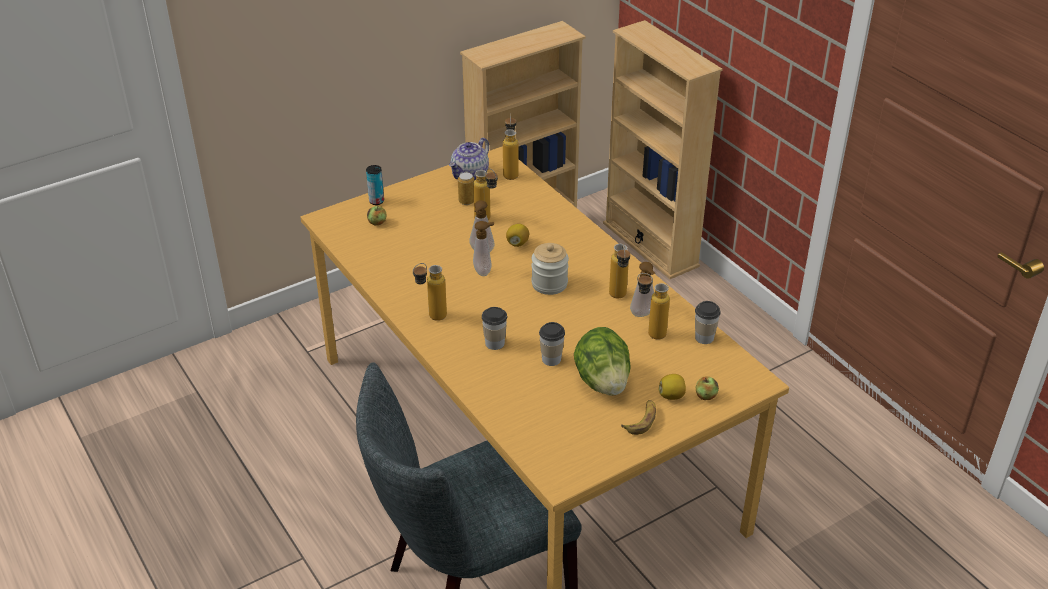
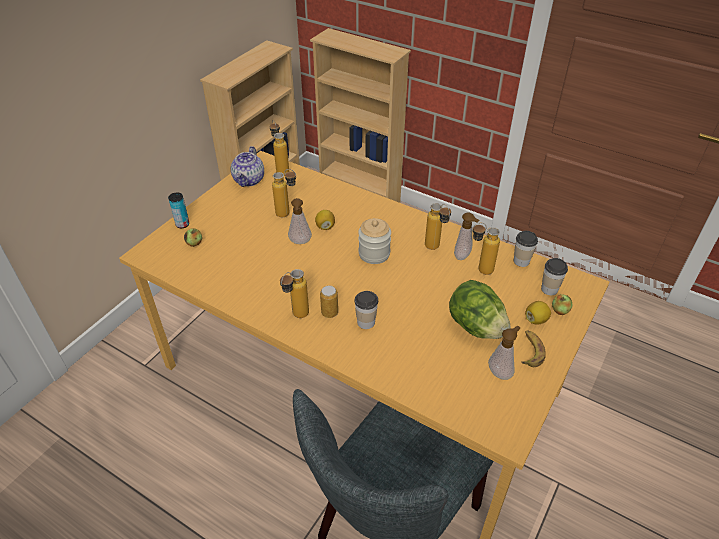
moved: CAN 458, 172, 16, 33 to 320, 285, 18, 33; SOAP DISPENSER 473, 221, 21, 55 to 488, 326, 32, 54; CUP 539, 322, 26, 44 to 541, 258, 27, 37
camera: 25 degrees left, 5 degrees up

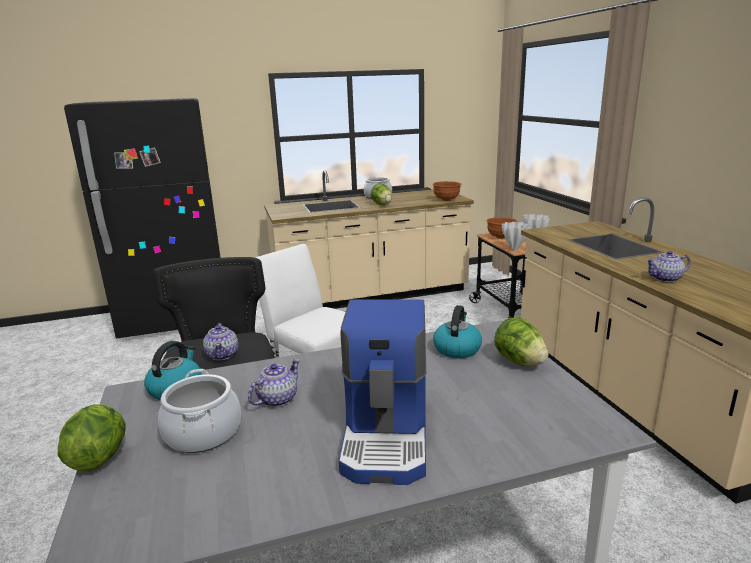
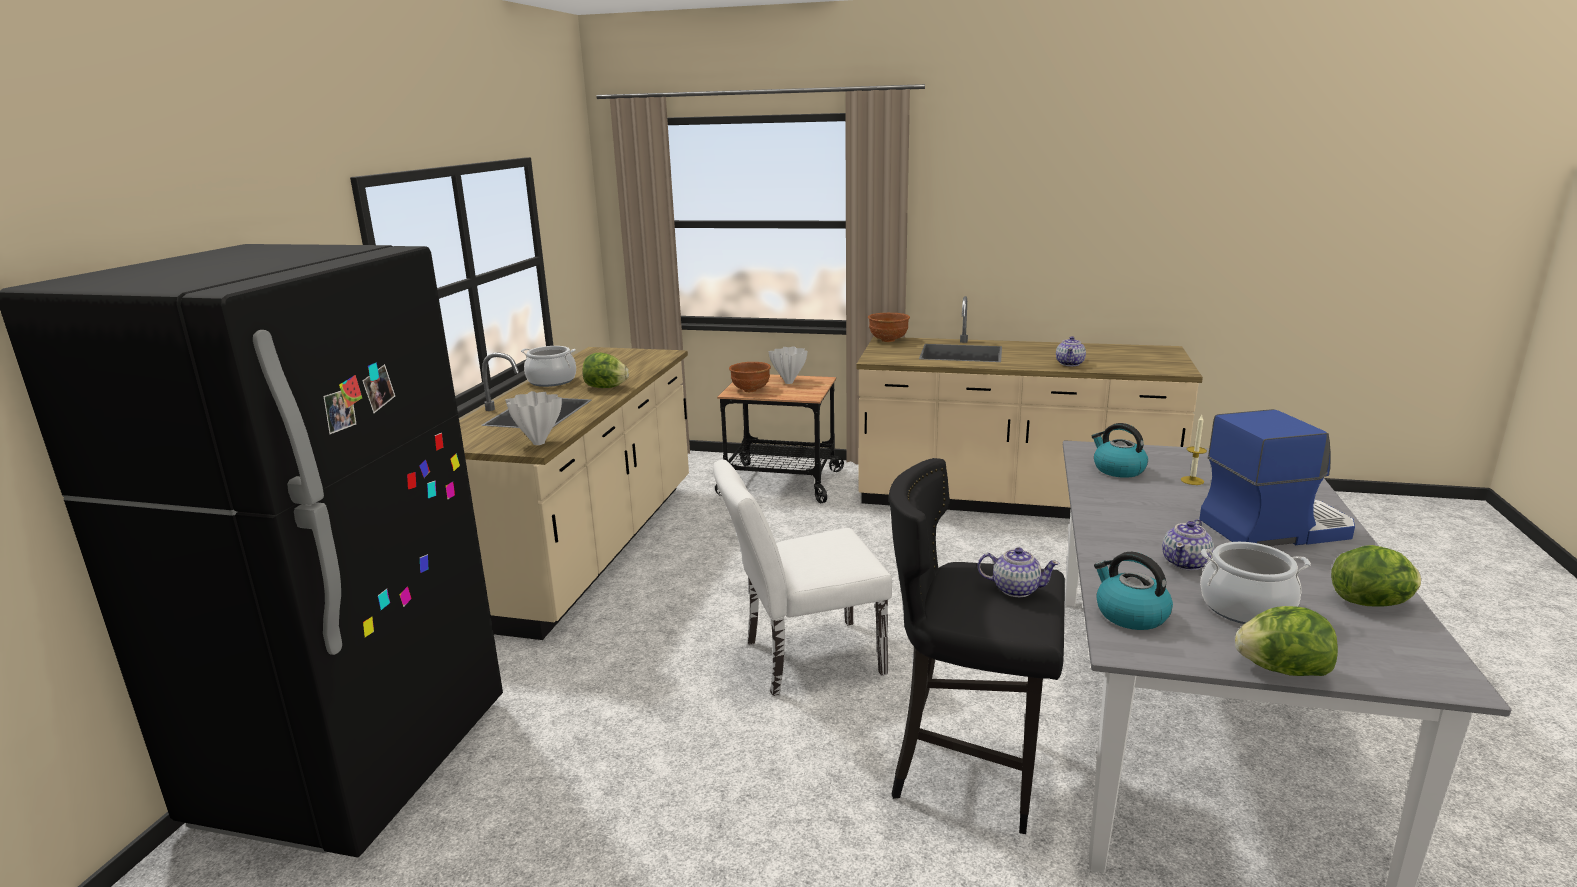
added: CANDLE 1181, 415, 26, 70
moved: BROWN BOWL 433, 181, 28, 20 to 868, 313, 42, 29; LETTUCE 494, 318, 54, 48 to 1331, 545, 90, 61; WHITE VASE 502, 222, 28, 29 to 505, 391, 57, 54
turned: TEAPOT 248, 359, 52, 48 = 1162, 519, 52, 52 120 degrees counterclockwise; COFFEE MACHINE 339, 299, 87, 186 = 1199, 409, 156, 137 45 degrees counterclockwise
camera: 60 degrees left, 0 degrees up

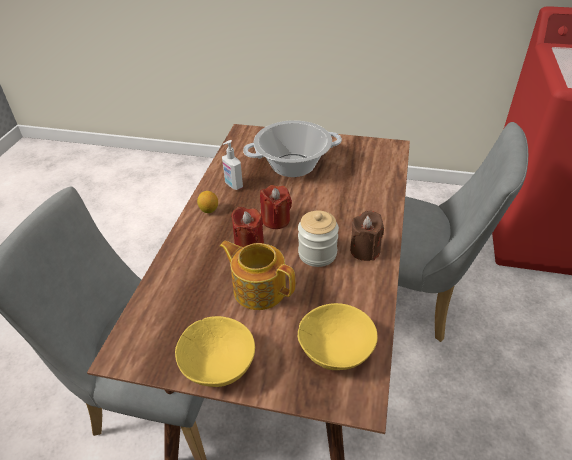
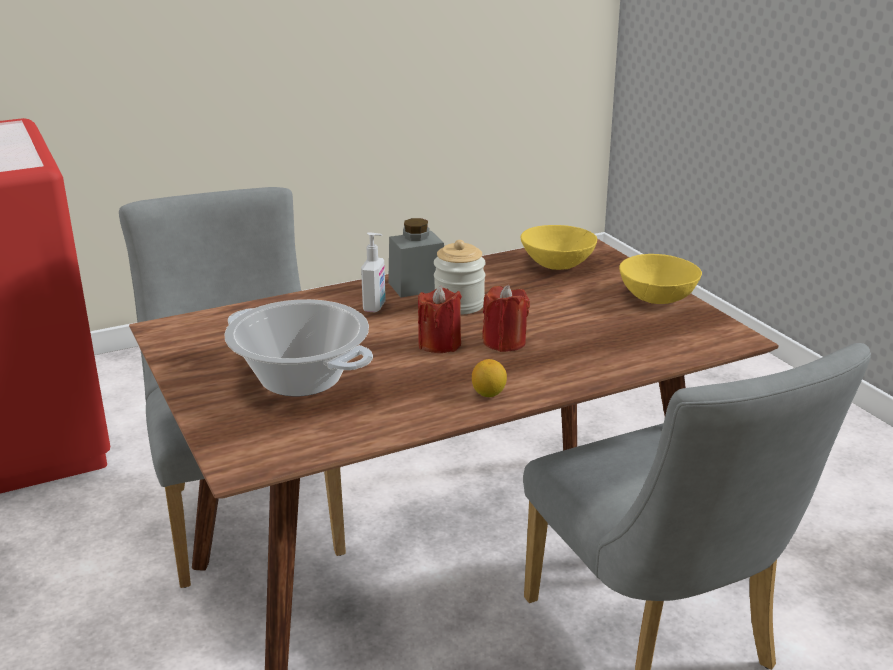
removed: TEAPOT 220, 241, 75, 69
moved: SOAP DISPENSER 222, 140, 21, 50 to 361, 232, 25, 80
replaced: BROWN CANDLE 350, 211, 34, 50 to GREY JAR 388, 218, 56, 79
camera: 130 degrees left, 15 degrees down

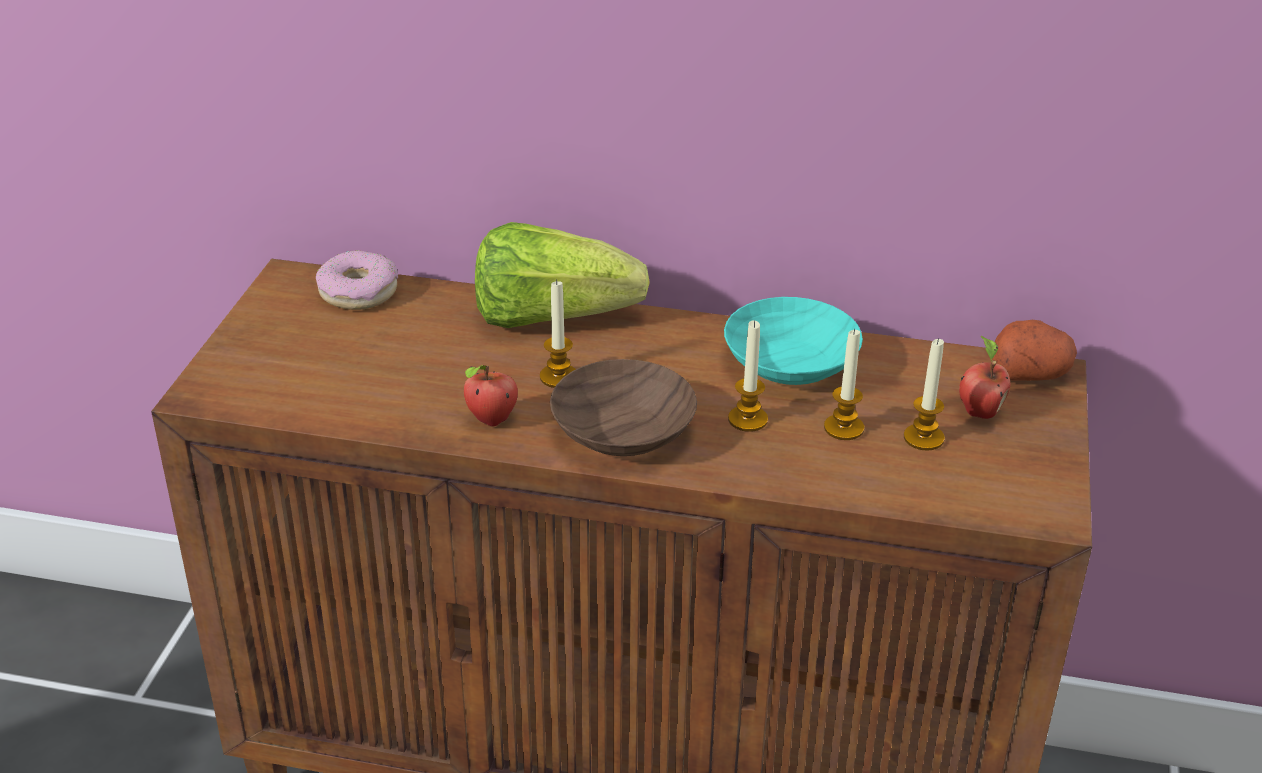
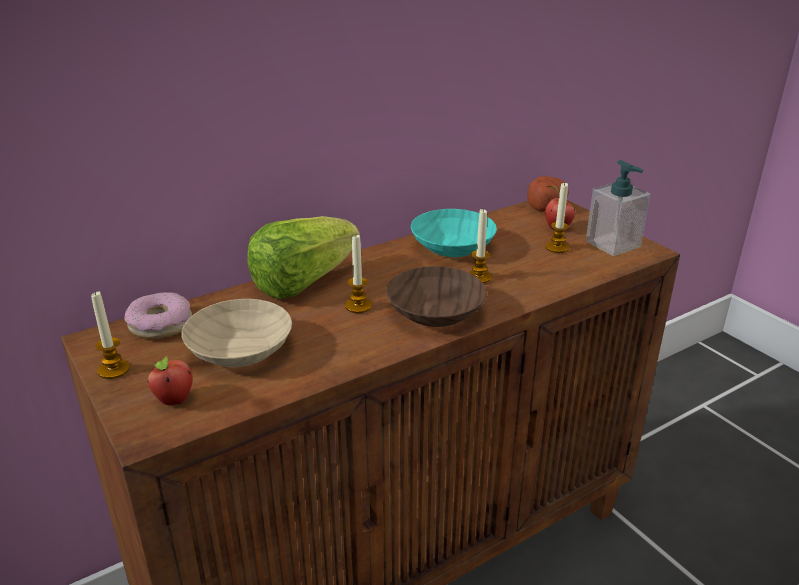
added: BEIGE BOWL 182, 299, 110, 68; SOAP DISPENSER 586, 160, 64, 96
moved: APPLE 464, 365, 54, 62 to 147, 356, 46, 49; CANDLE 824, 329, 40, 111 to 91, 292, 39, 87
camera: 45 degrees left, 5 degrees down

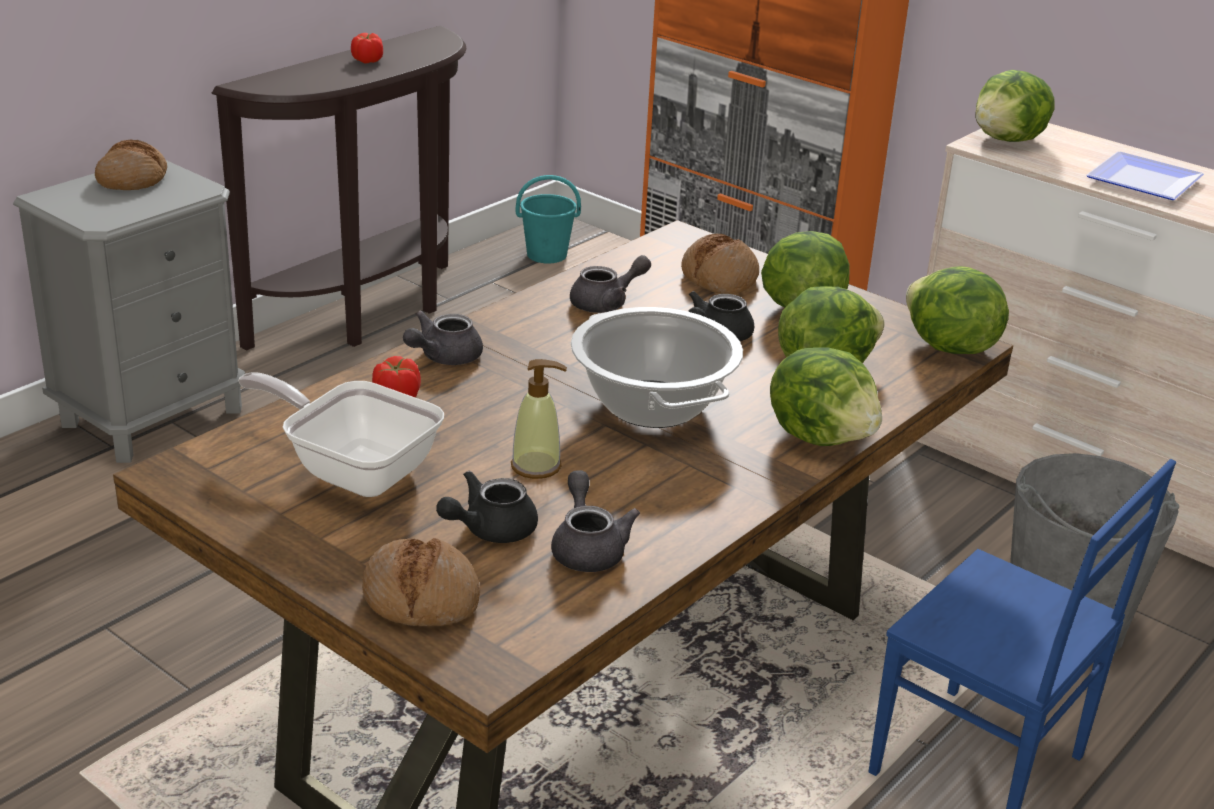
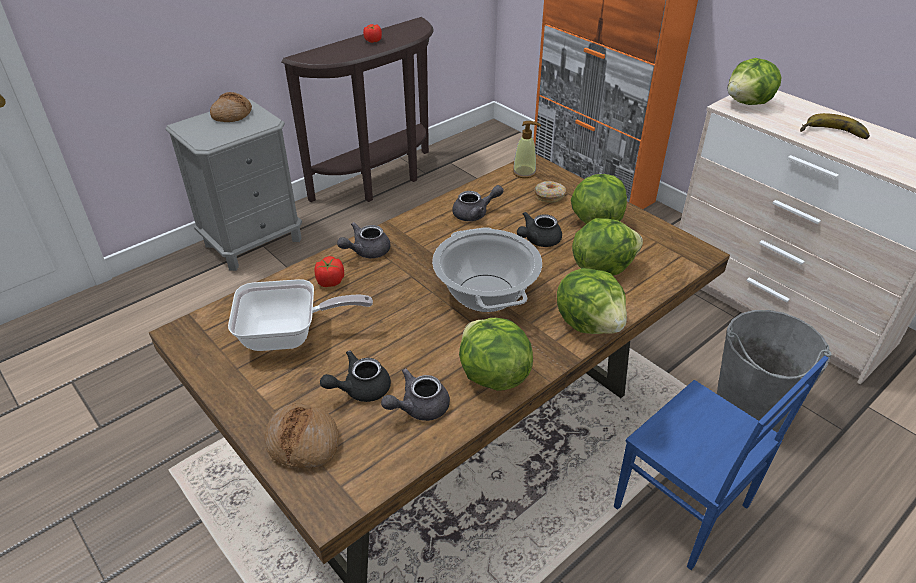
removed: TURQUOISE BUCKET 516, 175, 65, 89
moved: SOAP DISPENSER 511, 359, 56, 120 to 513, 121, 28, 57; LETTUCE 906, 266, 103, 88 to 459, 318, 74, 73
replaced: BREAD 681, 234, 78, 60 to DONUT 534, 181, 32, 22; PLATE 1086, 152, 118, 48 to BANANA 800, 113, 70, 26
turned: FRYING PAN 238, 372, 206, 125 = 228, 279, 145, 72 135 degrees clockwise; GREY TEAPOT 551, 470, 89, 102 = 381, 368, 69, 53 120 degrees counterclockwise
camera: 10 degrees right, 10 degrees up

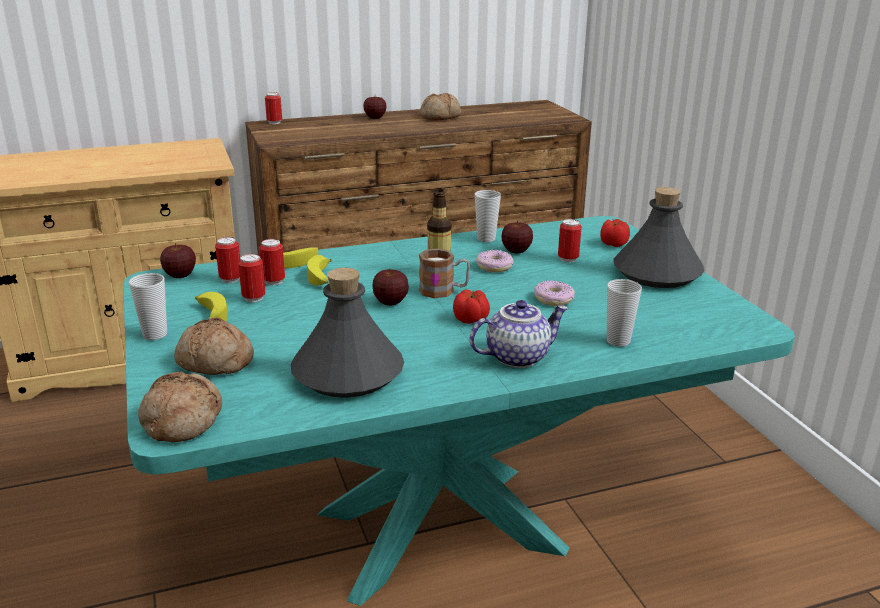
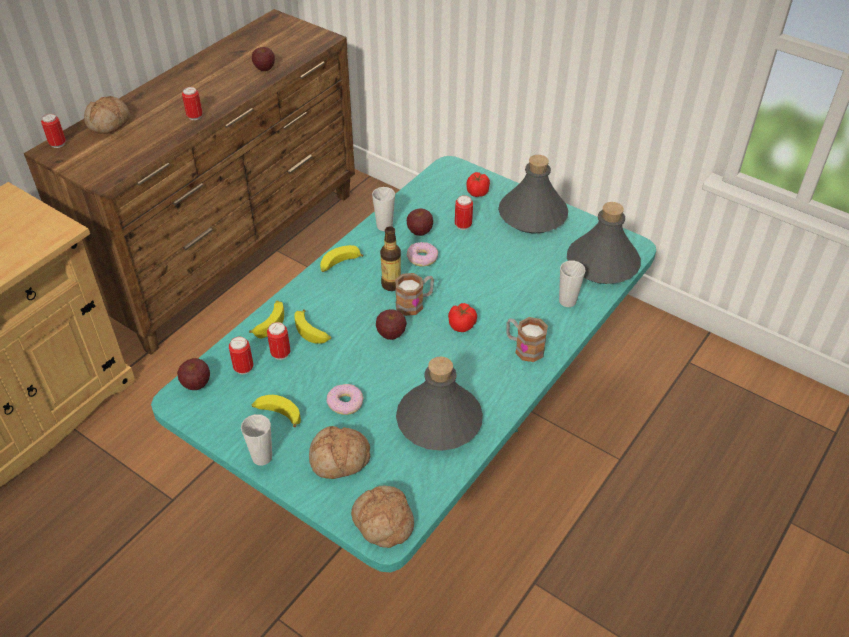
added: BANANA 320, 245, 43, 27; GREY BOTTLE 567, 202, 74, 82
moved: CAN 238, 254, 28, 48 to 182, 87, 21, 33; APPLE 363, 97, 24, 22 to 252, 47, 23, 24; BREAD 420, 93, 41, 27 to 84, 96, 46, 38; DONUT 534, 280, 41, 26 to 327, 384, 37, 31
replaced: TEAPOT 469, 300, 99, 68 to MUG 506, 317, 42, 45
camera: 35 degrees left, 20 degrees up

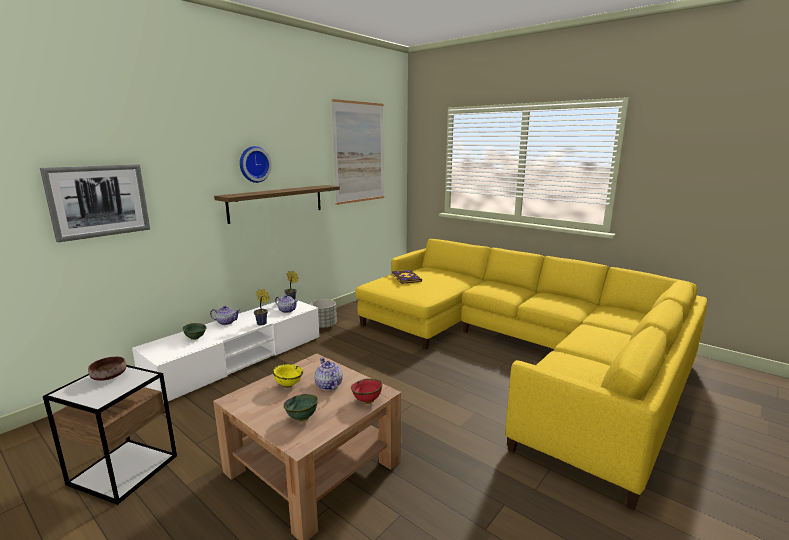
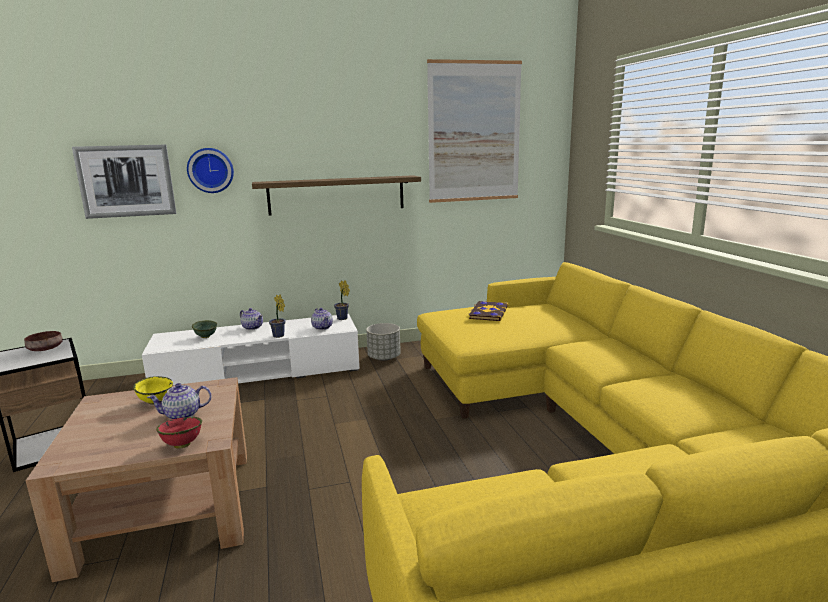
removed: GREEN BOWL 284, 394, 34, 27
moved: WALL CLOCK 240, 146, 32, 37 to 187, 148, 47, 45
turned: TEAPOT 314, 358, 29, 32 = 147, 383, 65, 36 120 degrees counterclockwise
camera: 35 degrees right, 0 degrees up

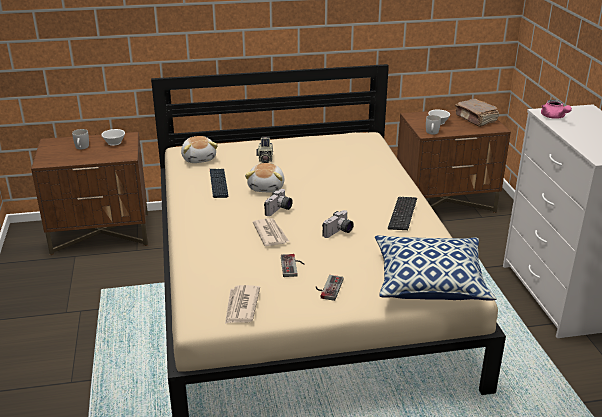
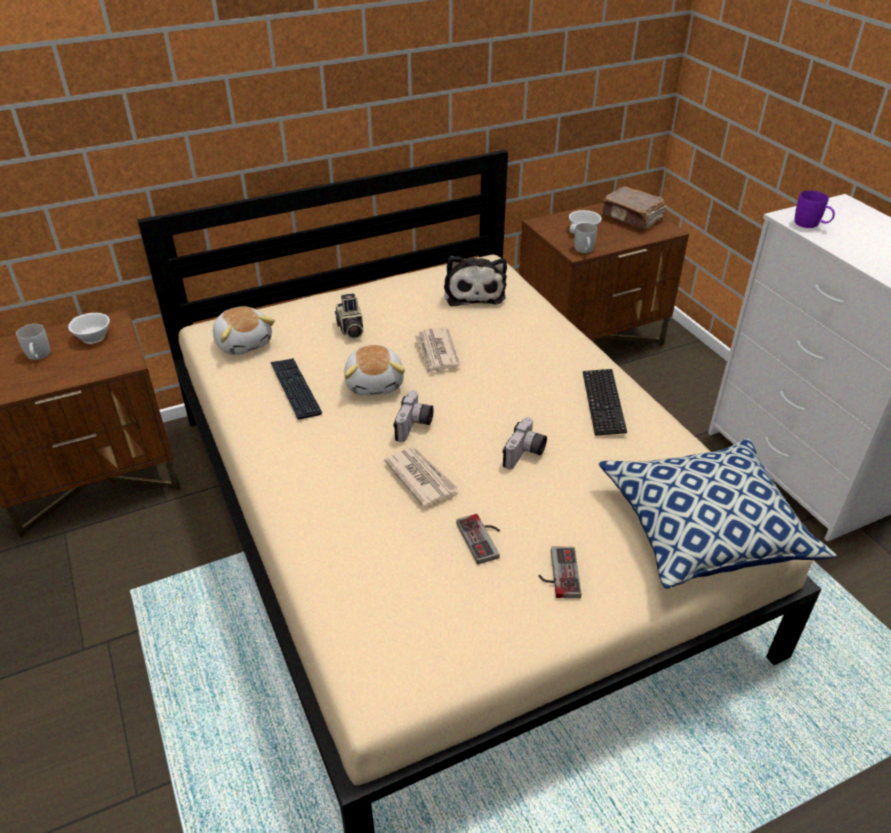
added: PLUSH TOY 444, 256, 63, 50
moved: NEWSPAPER 225, 285, 35, 39 to 414, 328, 46, 46
replaced: PINK TEAPOT 541, 100, 31, 19 to PURPLE MUG 795, 190, 40, 38
camera: 15 degrees left, 10 degrees up

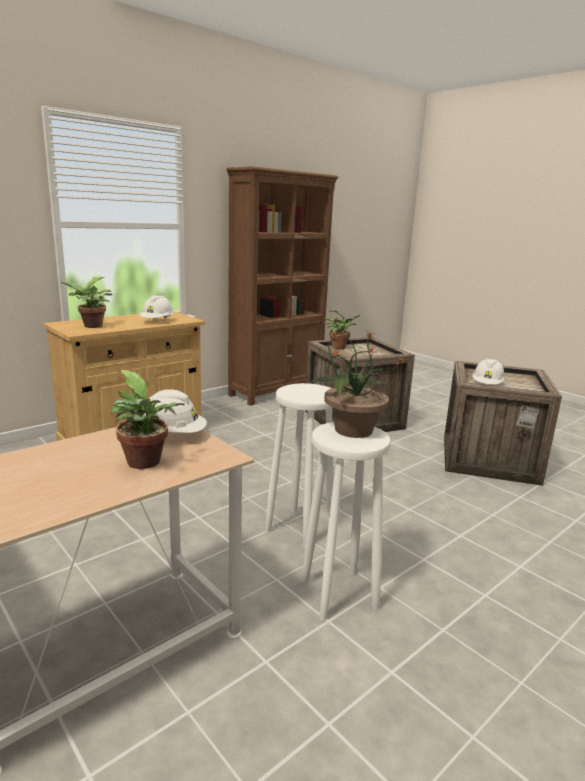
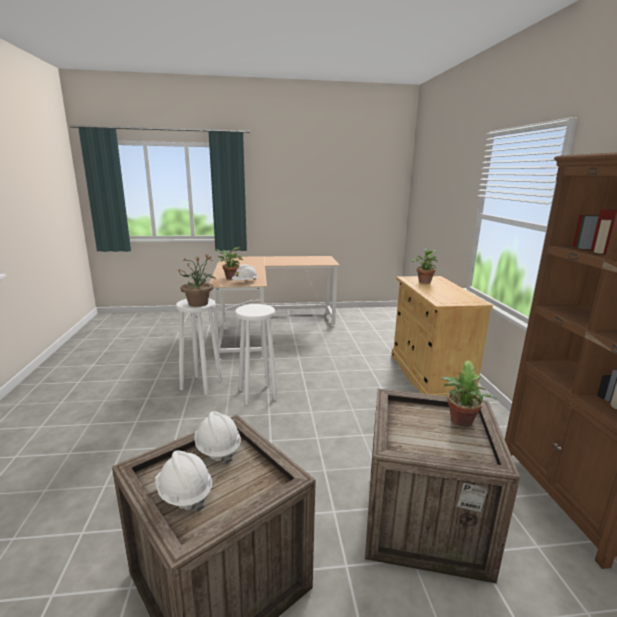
moved: WHITE HARD HAT 140, 295, 34, 23 to 155, 450, 57, 62
camera: 125 degrees right, 0 degrees up

